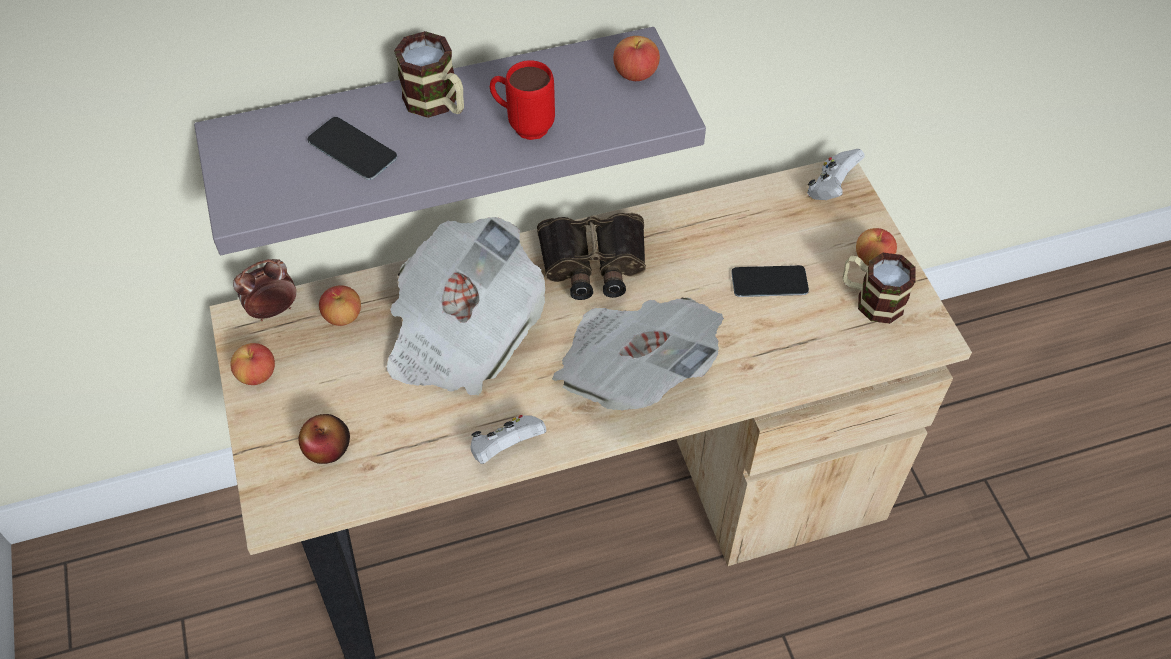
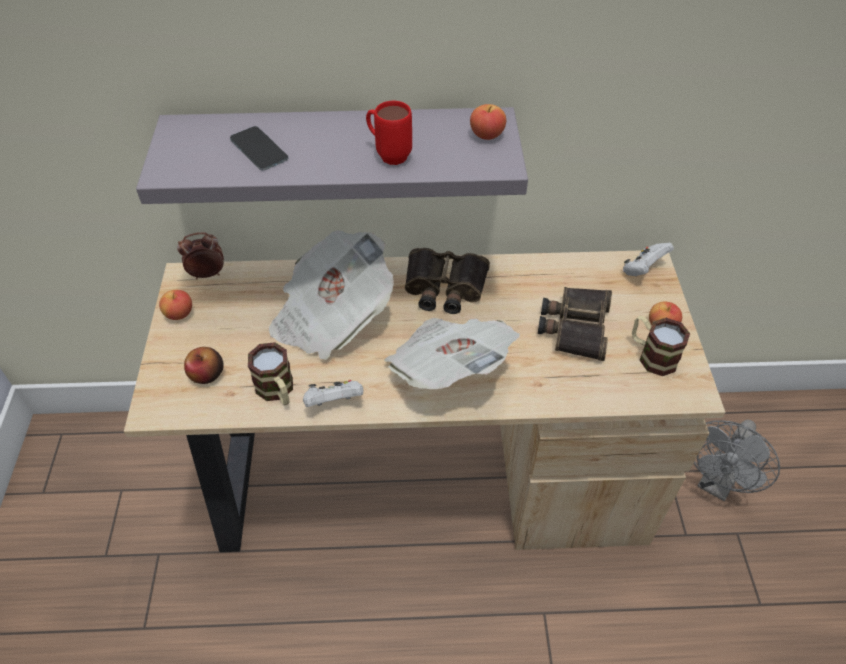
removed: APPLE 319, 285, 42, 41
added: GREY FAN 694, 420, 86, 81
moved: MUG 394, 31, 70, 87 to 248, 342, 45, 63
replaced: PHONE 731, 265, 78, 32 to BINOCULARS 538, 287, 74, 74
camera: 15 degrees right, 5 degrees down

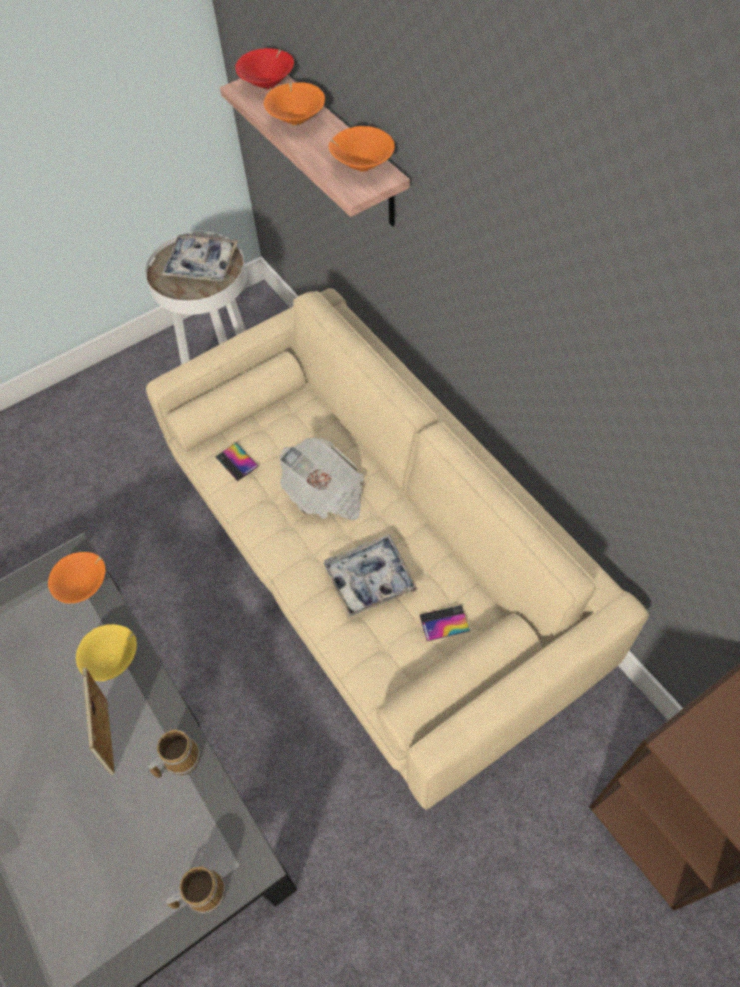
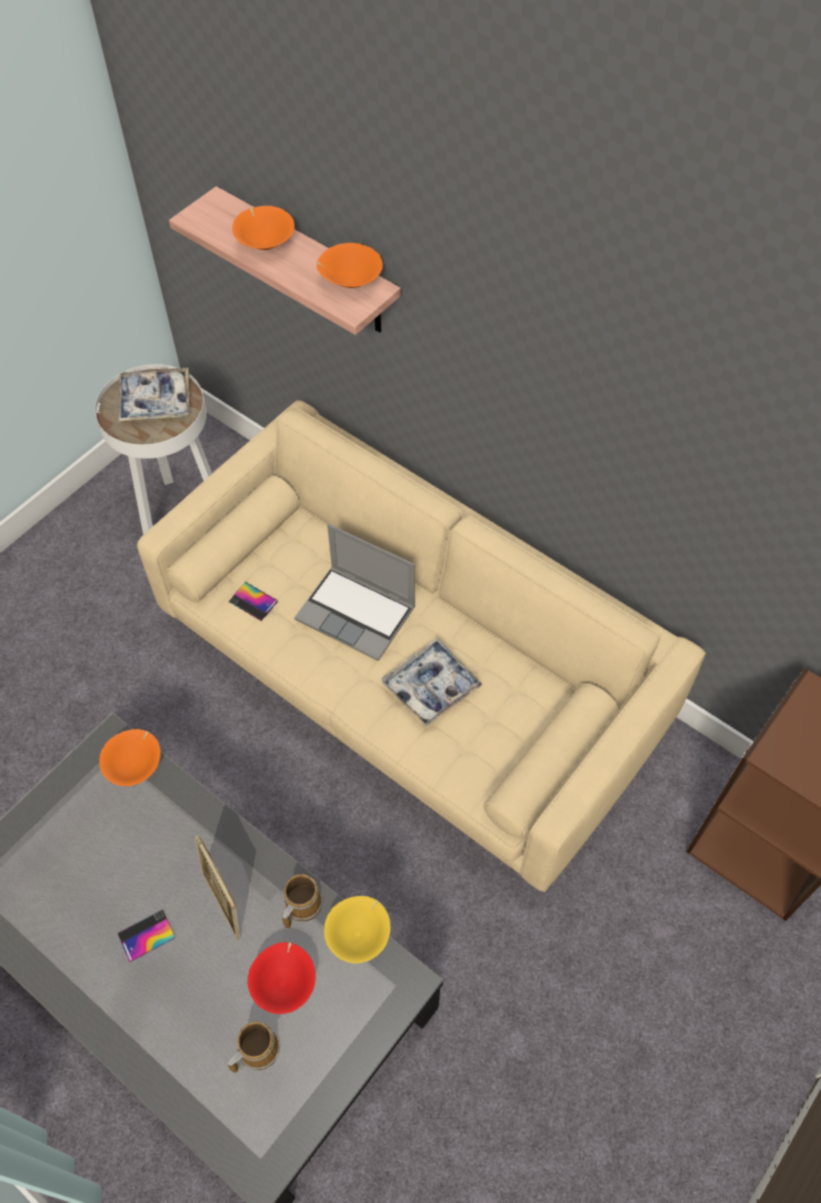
moved: YELLOW BOWL 76, 624, 61, 57 to 324, 896, 67, 68; MUG 166, 866, 60, 47 to 228, 1021, 52, 52; RED BOWL 235, 48, 59, 42 to 248, 942, 68, 72; PHONE 419, 605, 51, 36 to 118, 910, 57, 52
replaced: NEWSPAPER 279, 438, 85, 82 to LAPTOP 294, 524, 121, 137
camera: 20 degrees left, 0 degrees up

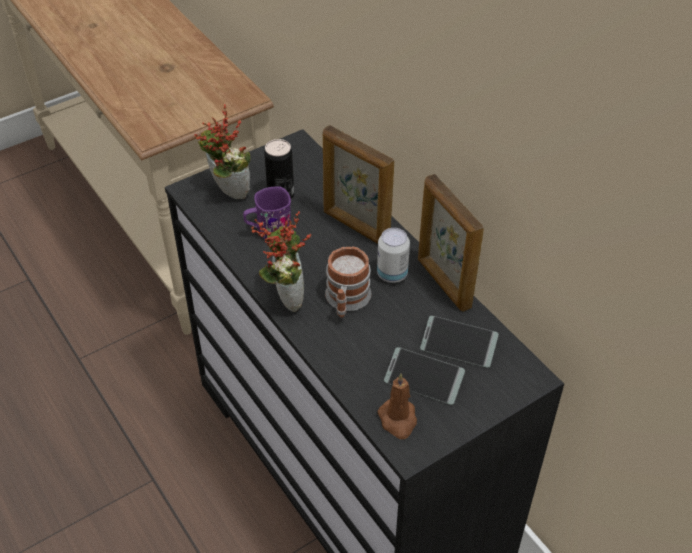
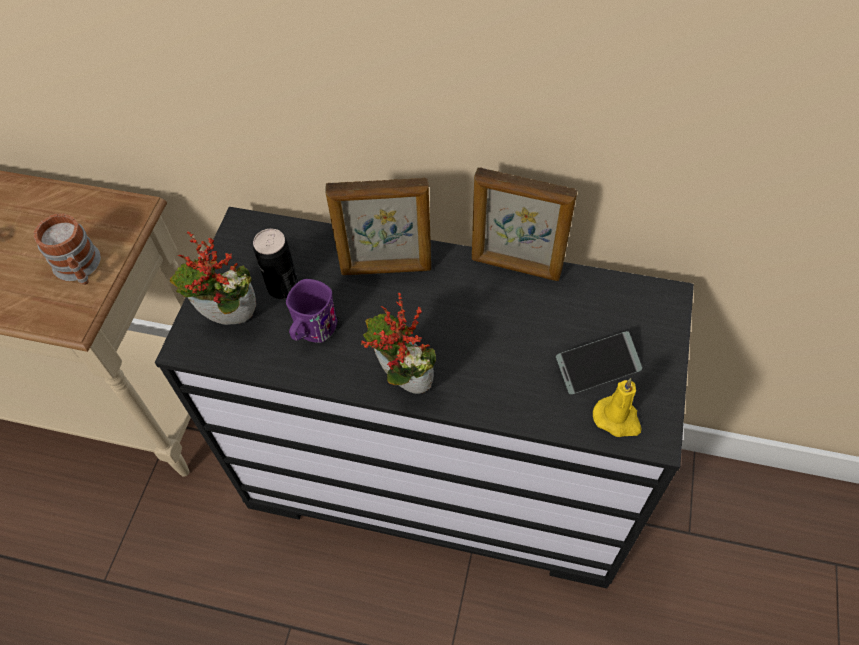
removed: CAN 377, 228, 33, 55; PHONE 420, 316, 79, 52
moved: MUG 325, 246, 46, 72 to 34, 214, 67, 71
recoloured: BROWN CANDLE 377, 373, 40, 66 to YELLOW CANDLE 593, 378, 49, 59
camera: 40 degrees left, 10 degrees up

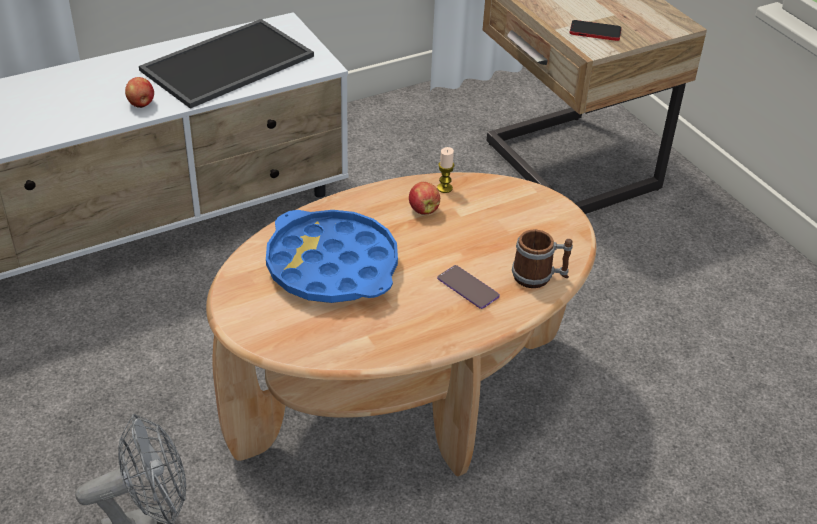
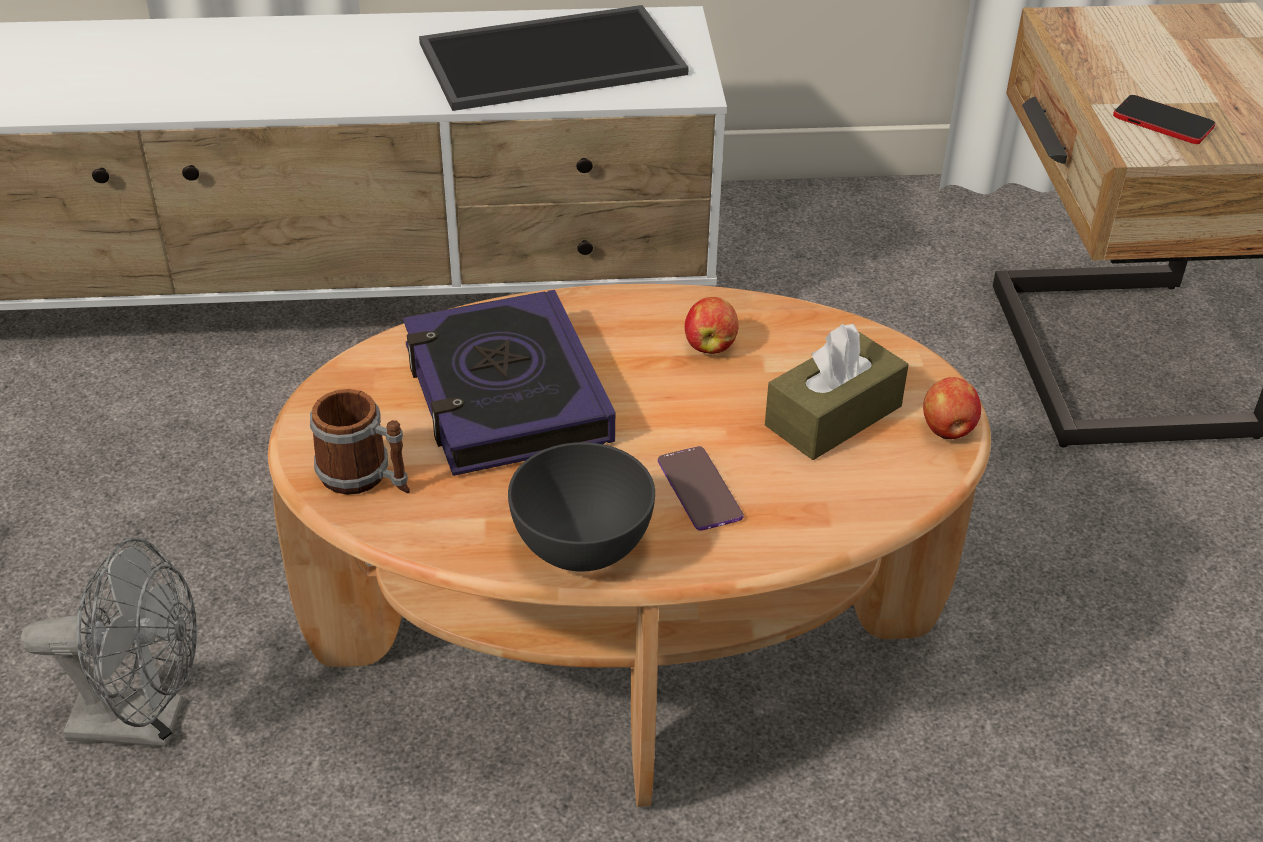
removed: CANDLE 437, 147, 17, 46
added: GREY BOWL 508, 442, 147, 129; BROWN TISSUE BOX 765, 324, 143, 136
moved: APPLE 125, 77, 29, 31 to 923, 377, 58, 62; MUG 512, 229, 61, 59 to 310, 389, 100, 106
replaced: BLUE TRAY 266, 210, 132, 93 to BOOK 403, 290, 212, 186
camera: 25 degrees right, 0 degrees up

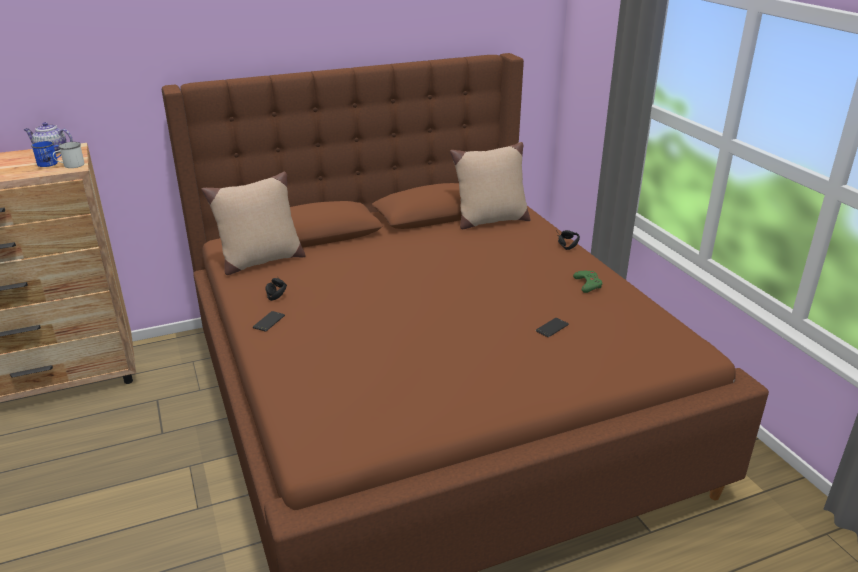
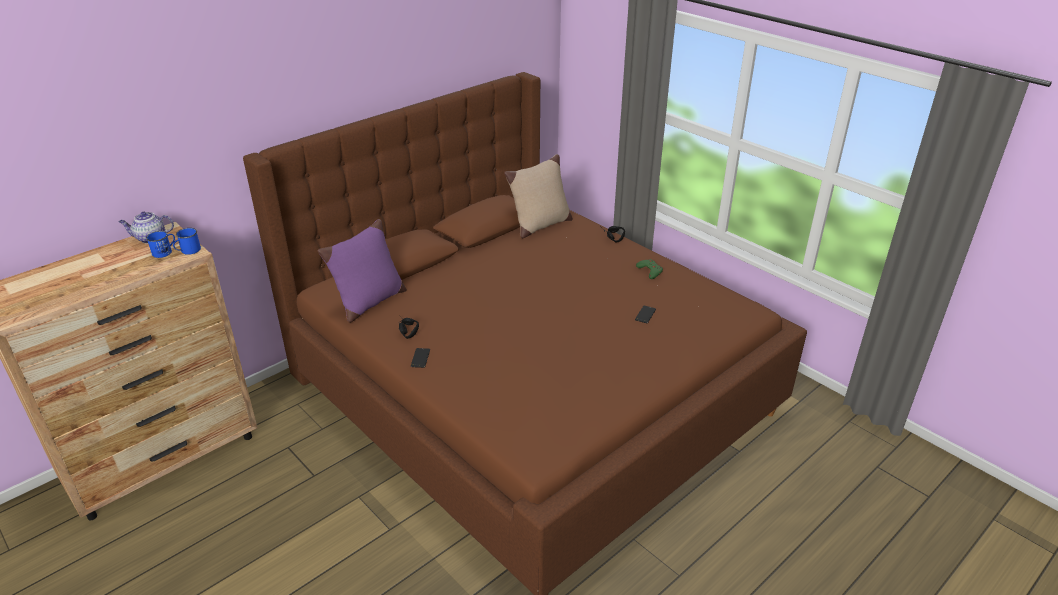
recoloured: WHITE MUG 53, 142, 32, 26 to BLUE MUG 173, 228, 28, 27; BEIGE PILLOW 201, 172, 105, 103 to PURPLE PILLOW 317, 219, 90, 104
camera: 20 degrees left, 5 degrees up

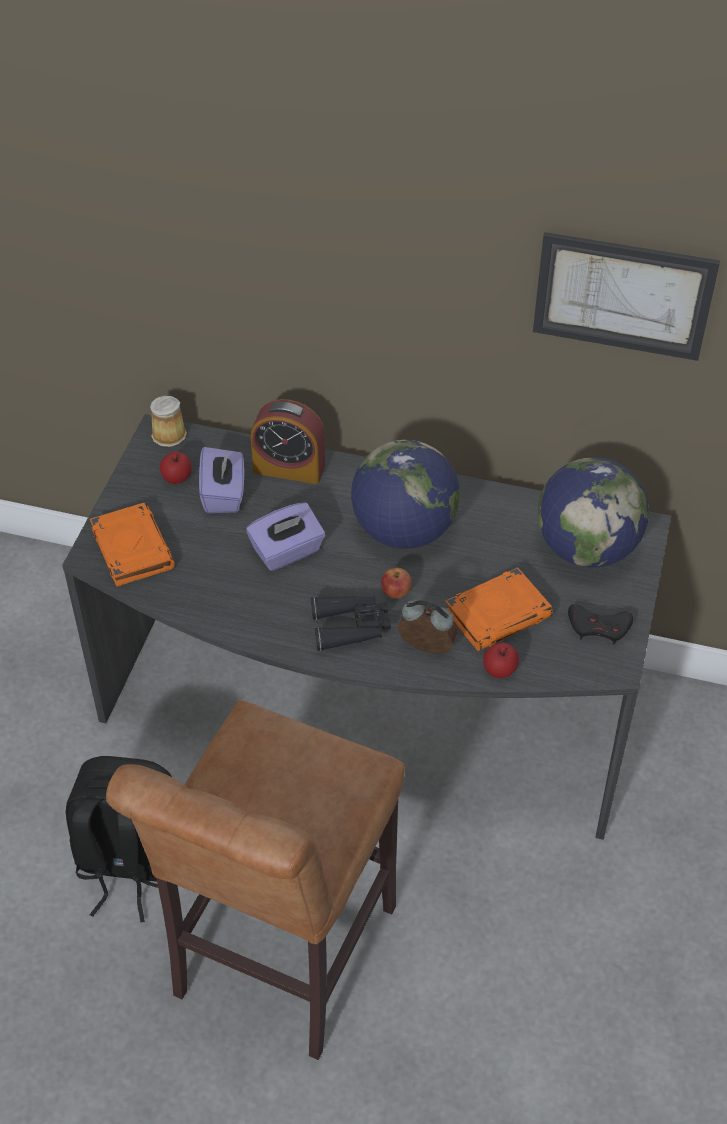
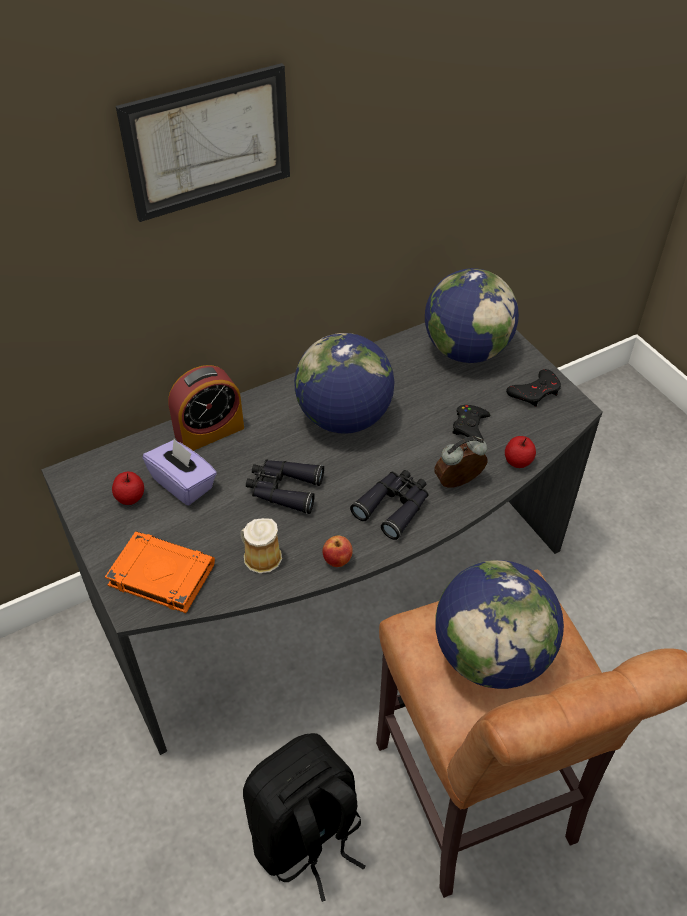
added: GLOBE 435, 560, 129, 129
moved: MUG 150, 396, 37, 51 to 240, 518, 42, 55; APPLE 381, 568, 31, 30 to 322, 536, 31, 31; PICTURE 533, 232, 187, 129 to 116, 63, 174, 159
replaced: PURPLE TISSUE BOX 246, 502, 79, 69 to BLACK BINOCULARS 246, 459, 78, 55; ORANGE BOOK 445, 567, 108, 84 to BLACK GAME CONTROLLER 452, 405, 39, 35
camera: 45 degrees left, 0 degrees up

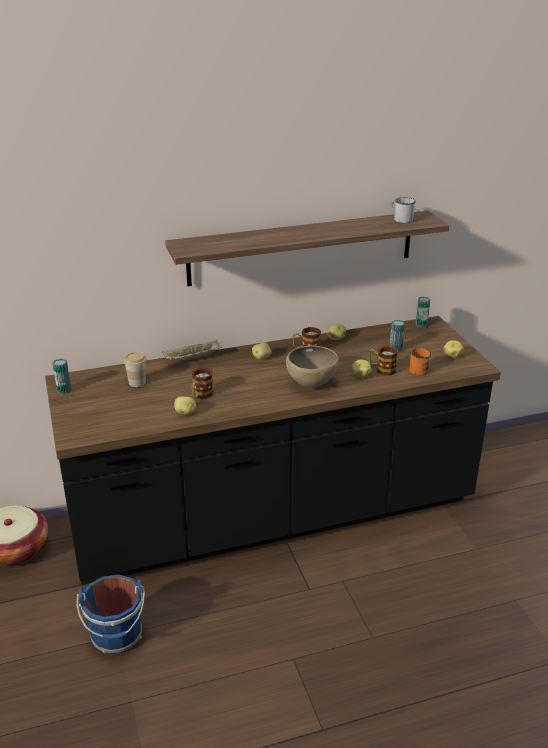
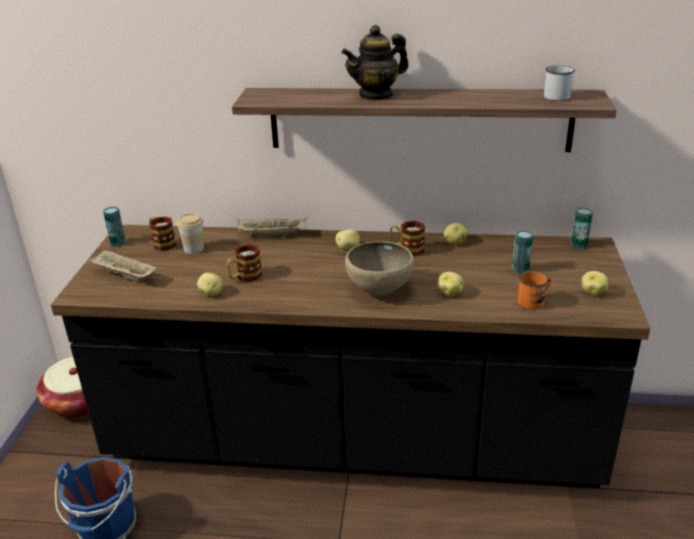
added: BEIGE TRAY 89, 249, 69, 32; TEAPOT 342, 25, 67, 76
moved: MUG 369, 346, 29, 30 to 149, 216, 27, 35
camera: 25 degrees right, 0 degrees up

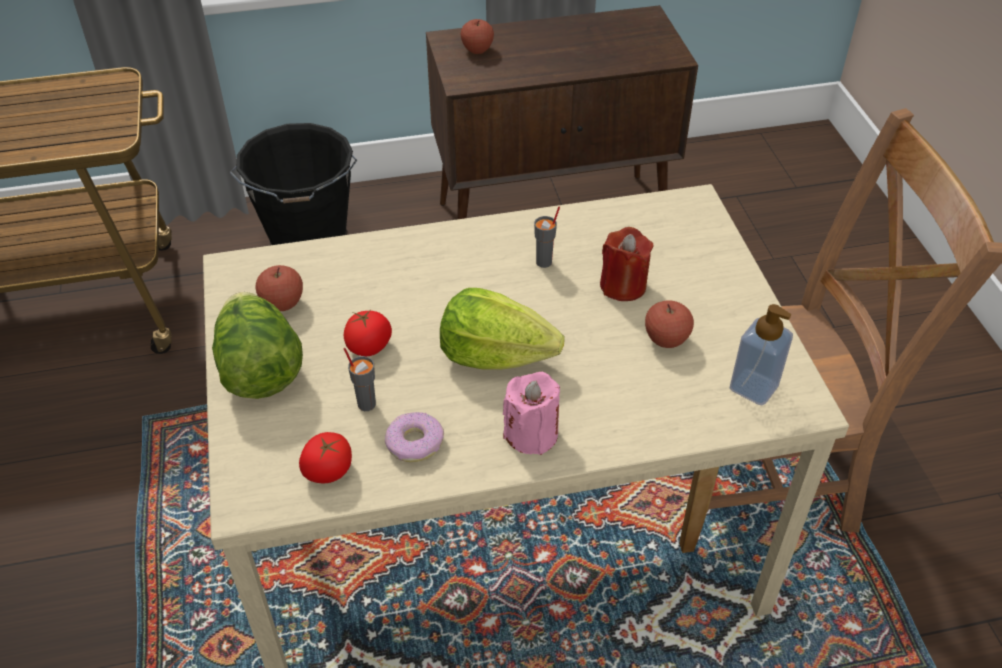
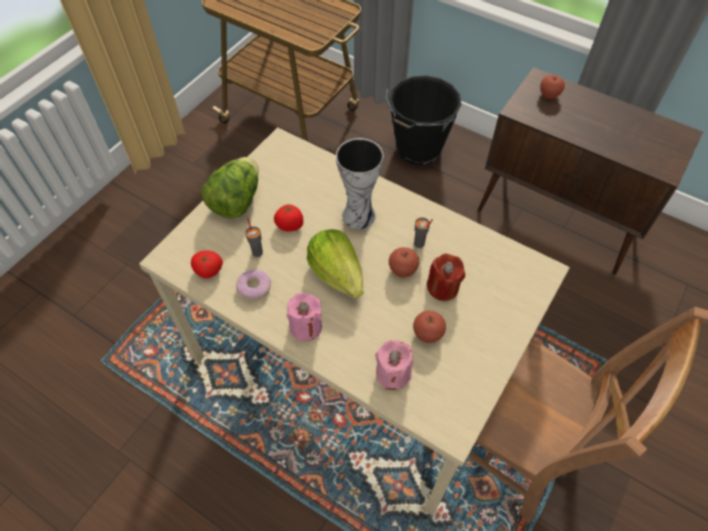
removed: SOAP DISPENSER 729, 304, 64, 101
added: VASE 336, 138, 47, 91; PINK CANDLE 375, 340, 38, 50
moved: APPLE 256, 265, 47, 46 to 389, 247, 30, 30
camera: 45 degrees right, 10 degrees up

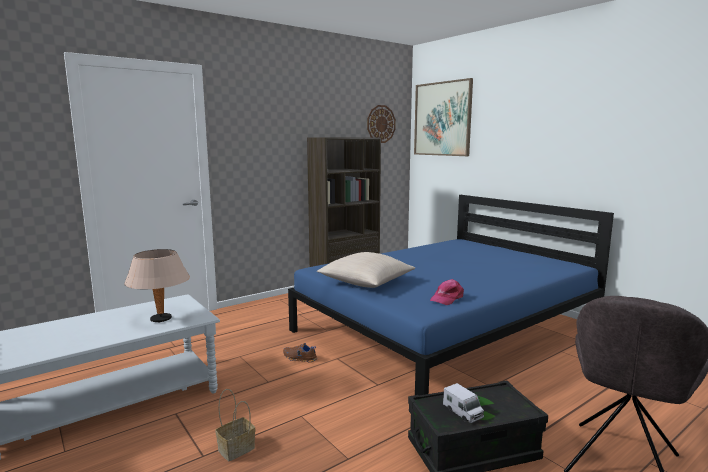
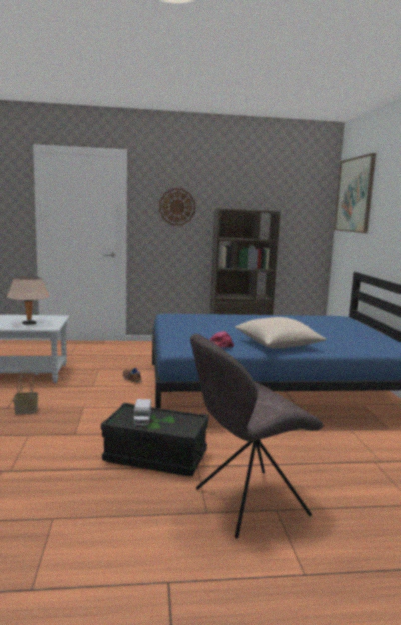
moved: BEIGE PILLOW 317, 252, 98, 36 to 235, 317, 91, 31; WALL CLOCK 367, 105, 29, 38 to 159, 188, 36, 38
camera: 30 degrees right, 0 degrees up

